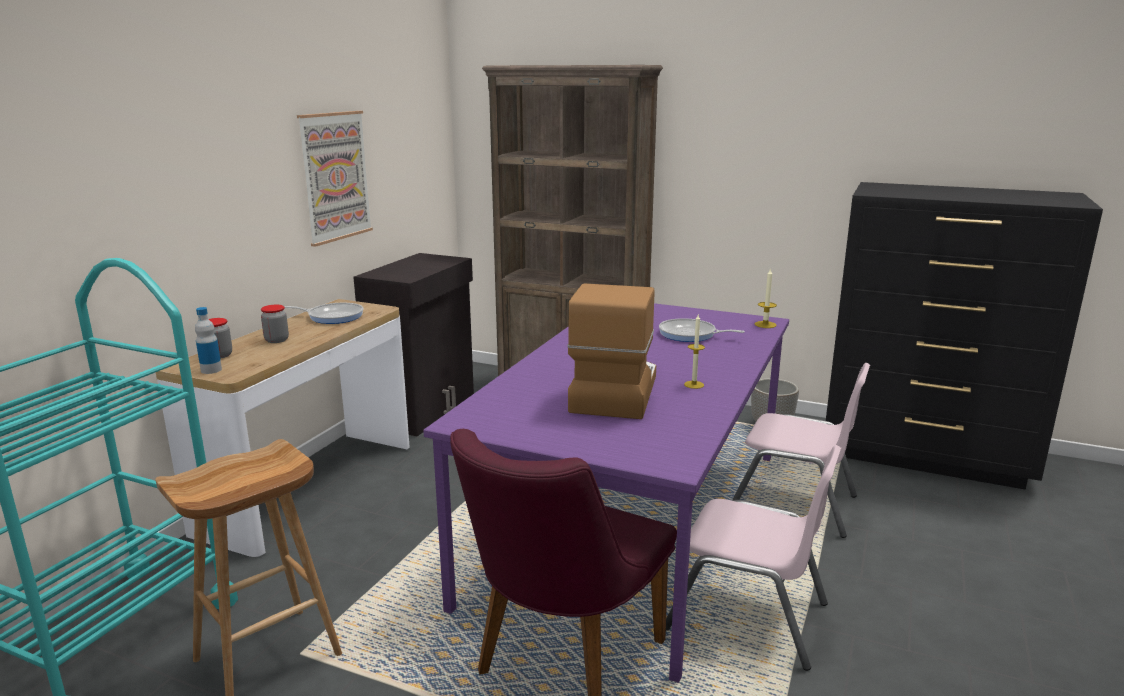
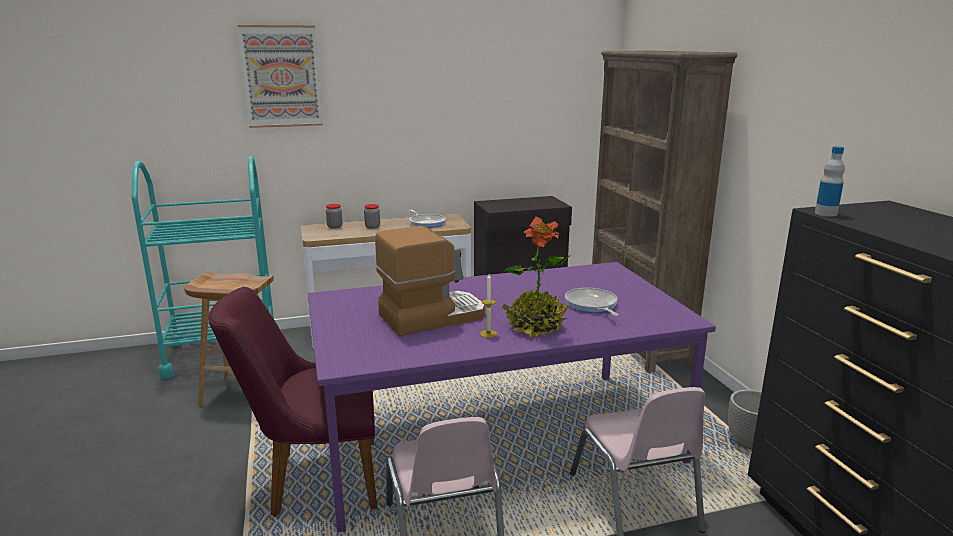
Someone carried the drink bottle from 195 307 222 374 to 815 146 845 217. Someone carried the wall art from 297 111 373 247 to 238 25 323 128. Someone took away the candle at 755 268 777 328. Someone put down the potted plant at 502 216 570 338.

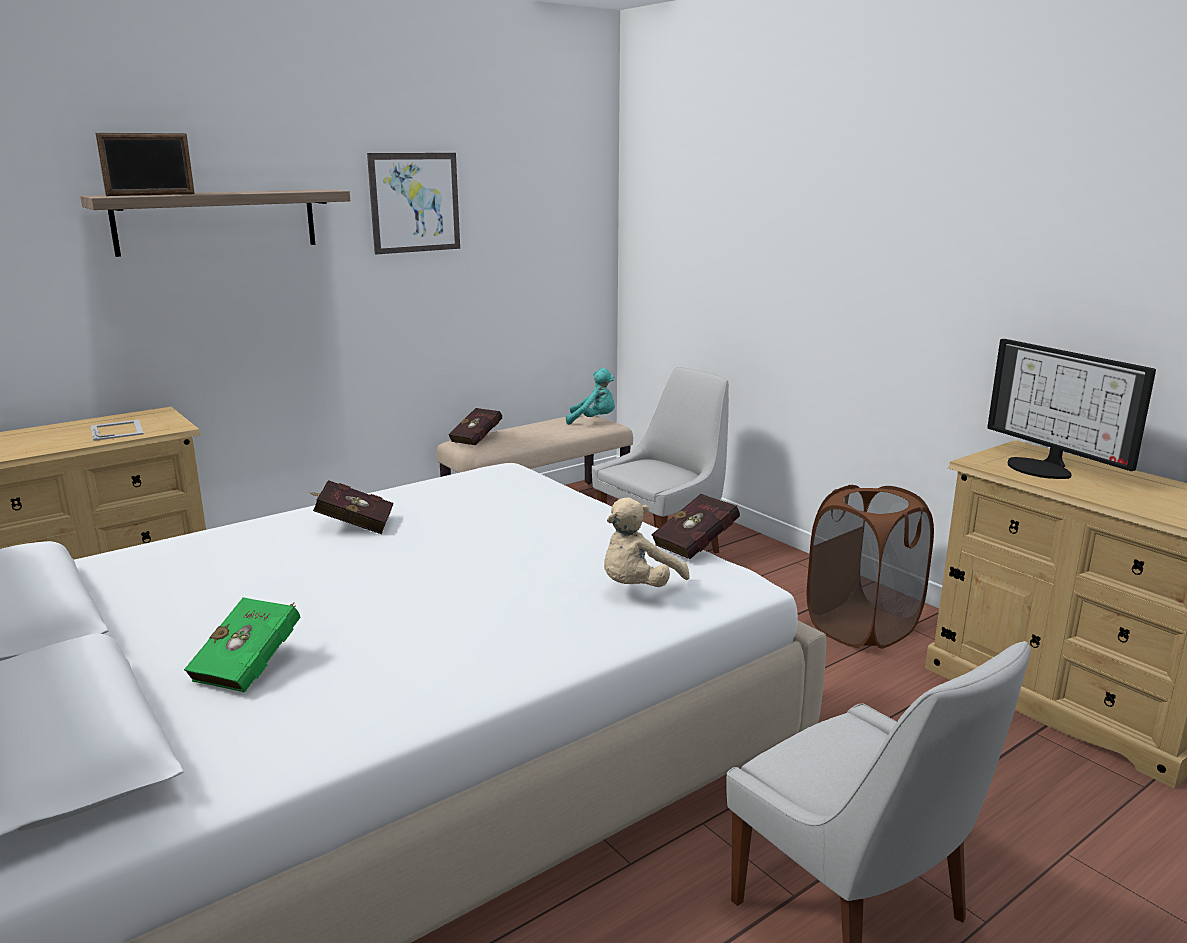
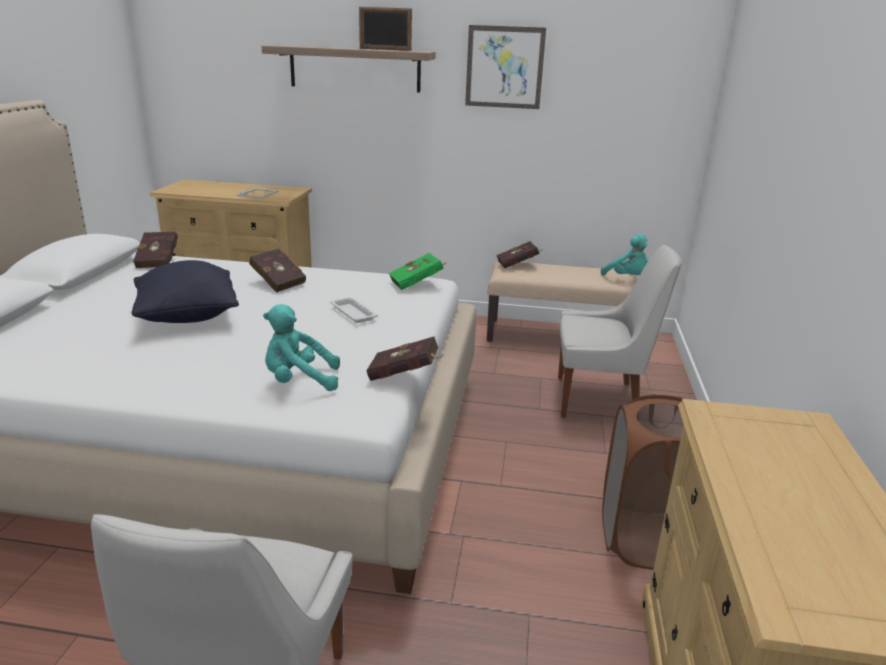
Someone carried the standing frame from 95 133 195 196 to 359 7 412 51. Someone carried the volume in green from 184 597 301 692 to 388 253 447 290. Someone repainted the plush toy in beige-coloured at 604 497 690 587, which became the plush toy in blue-green at 263 304 340 391. Someone took away the computer screen at 987 339 1156 479. Someone put down the pillow in black at 131 260 239 323. Someone put down the volume in red-coloured at 133 232 178 268. Someone put down the serving tray in white-coloured at 330 297 378 323.

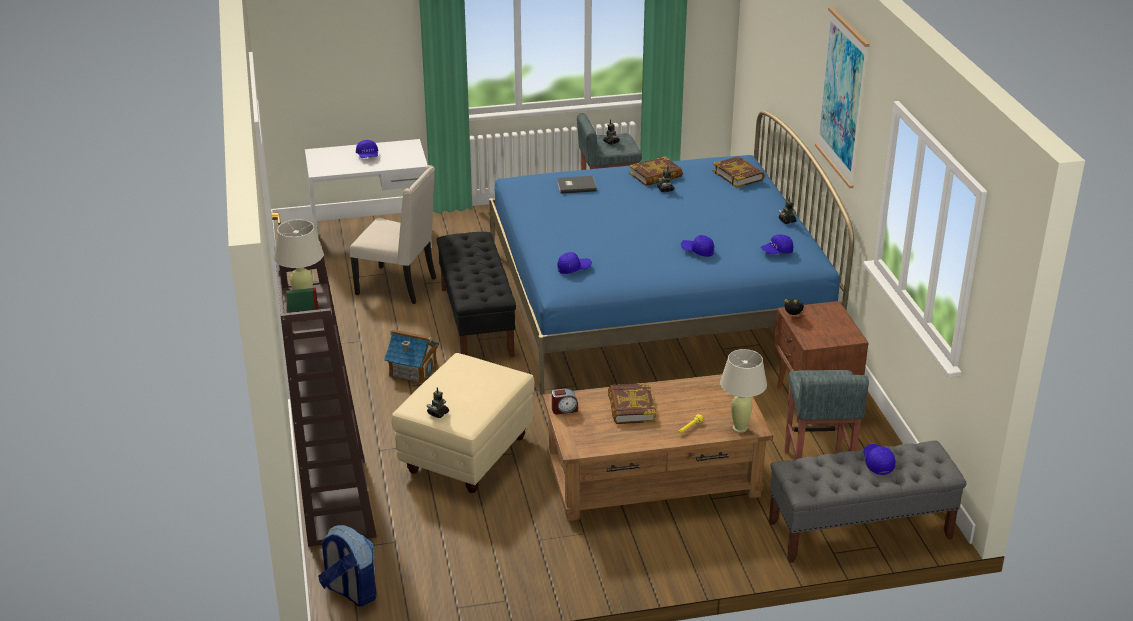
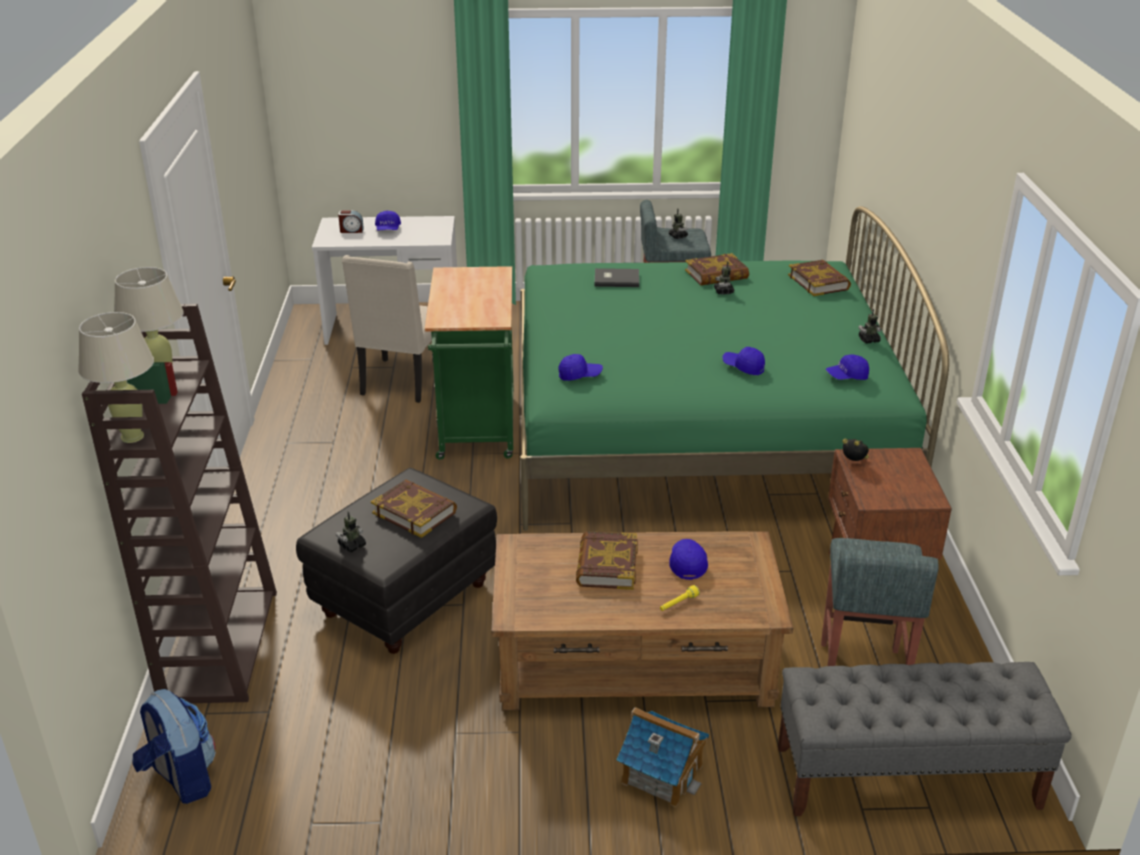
Someone rotated the chair in beige-coloured at 349 165 436 304 by 75 degrees clockwise. Someone carried the model house from 384 329 439 384 to 616 707 709 807. Someone repainted the footrest in beige-coloured at 391 353 535 493, which became the footrest in black at 296 468 497 654. Someone swapped the bench in black at 437 232 516 357 for the trolley in green at 425 266 514 460. Someone repainted the bed in blue-coloured at 489 110 854 395, which became the bed in green at 520 206 949 531. Someone carried the table clock from 552 389 578 415 to 338 210 364 233. Someone carried the tabletop lamp in beige-coloured from 720 349 767 433 to 78 312 154 443. Someone took away the wall art at 815 7 870 189. Someone carried the peaked cap in blue-coloured from 863 444 895 475 to 670 539 708 580. Someone put down the volume at 371 480 457 538.

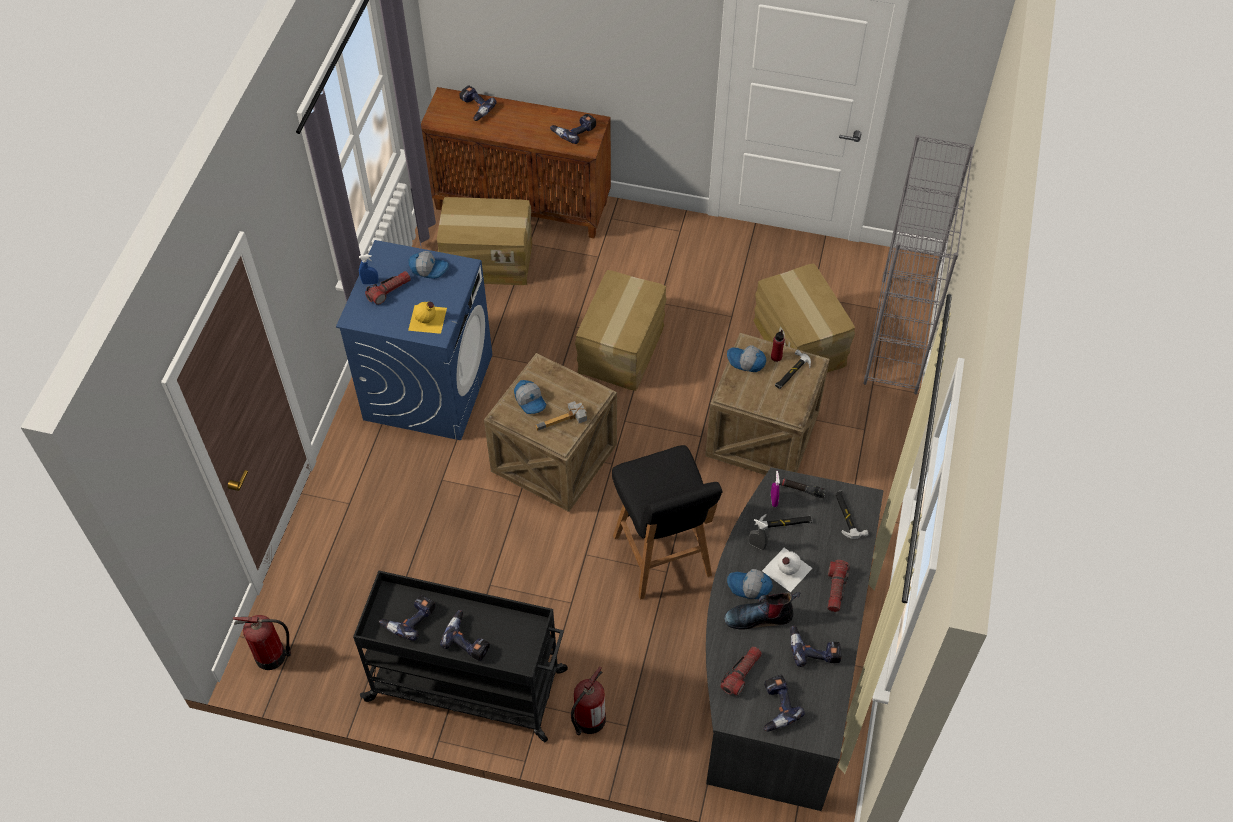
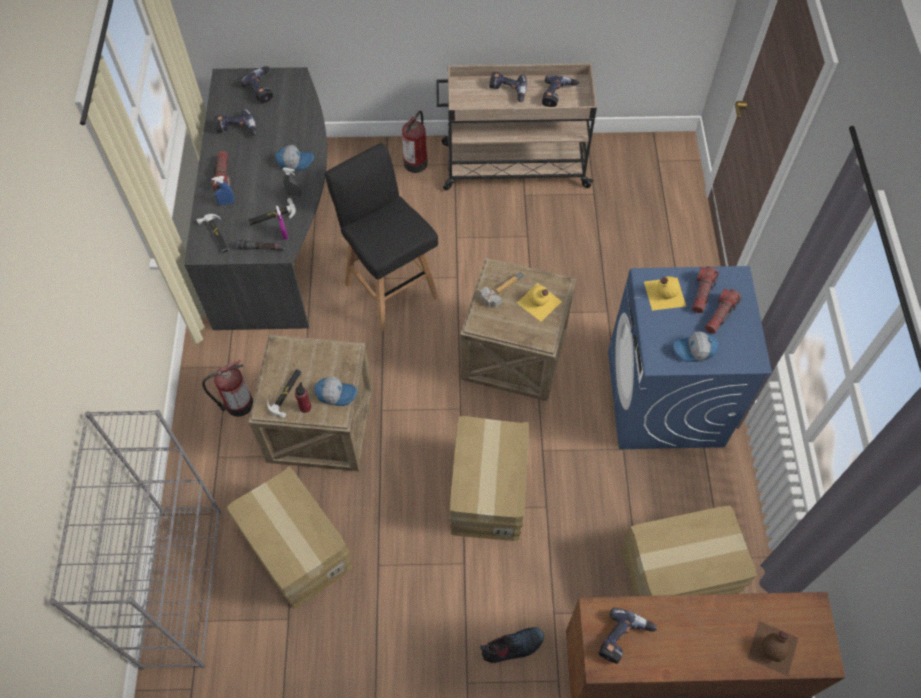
Someone carried the fire extinguisher from 233 615 291 670 to 202 360 253 417. Someone repainted the trolley in black at 353 571 568 742, which became the trolley in beige-coloured at 436 63 597 190. Someone carried the spray bottle in blue-coloured from 359 255 378 284 to 212 176 235 206. Someone swapped the drill at 459 85 497 121 for the drink bottle in brown at 747 621 799 676. Someone swapped the peaked cap at 514 380 547 414 for the drink bottle in yellow-coloured at 517 283 562 321. Someone carried the hand torch from 720 646 762 696 to 692 266 719 313. Someone carried the boot from 724 592 800 630 to 480 627 544 663. Someone took away the drink bottle in white-coloured at 762 548 812 592.

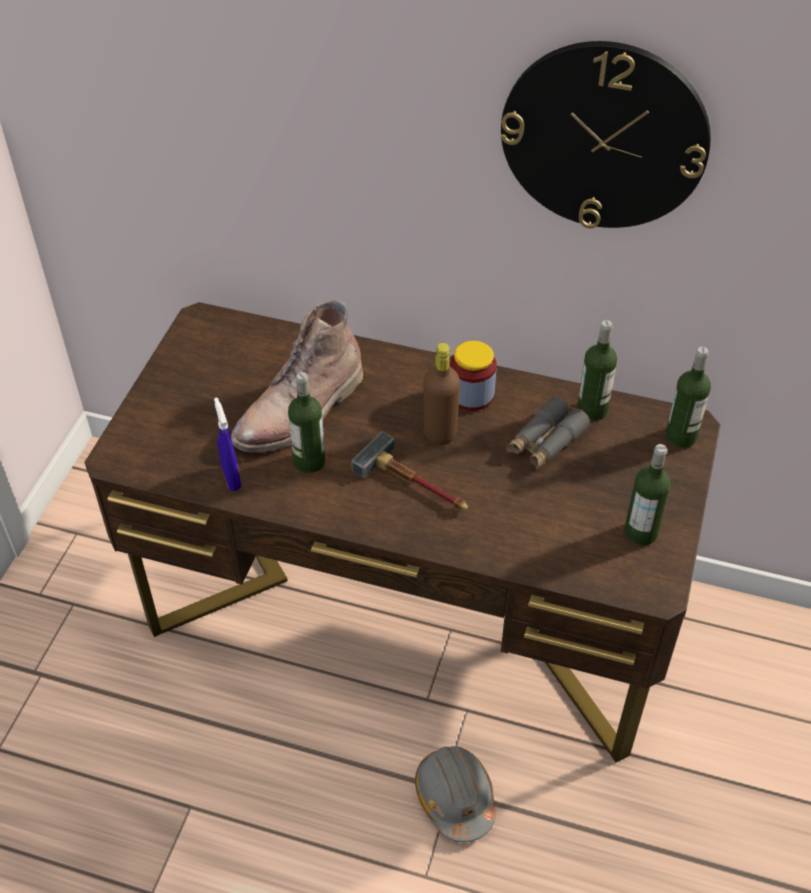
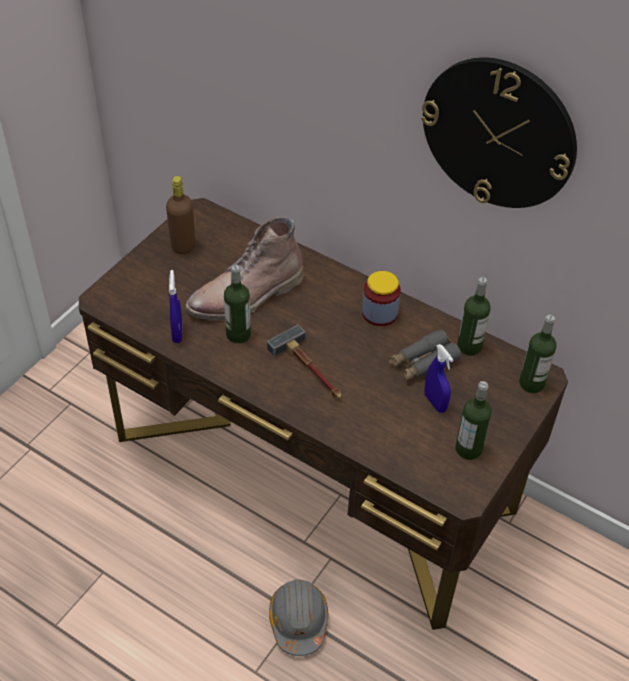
Someone carried the drink bottle in brown from 424 343 460 445 to 166 176 195 254. Someone put down the spray bottle in blue-coloured at 425 344 453 413.

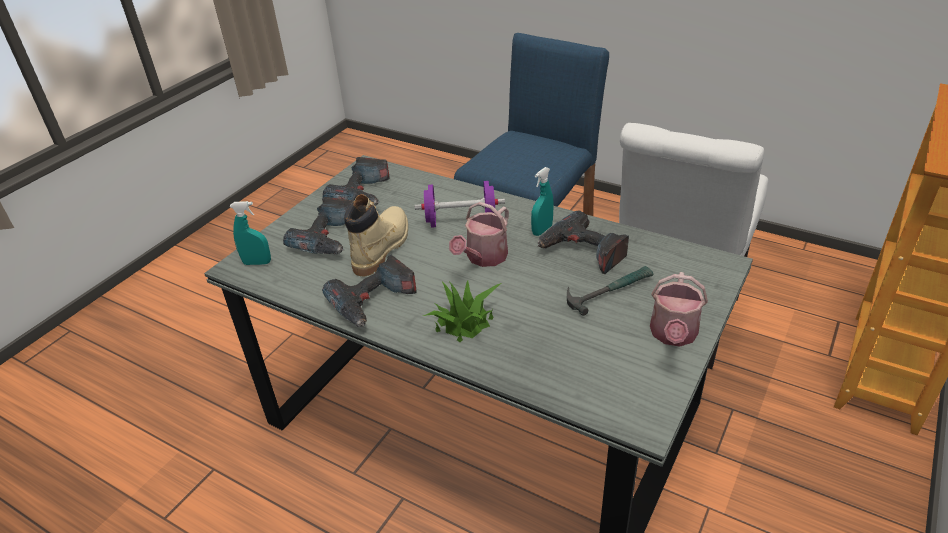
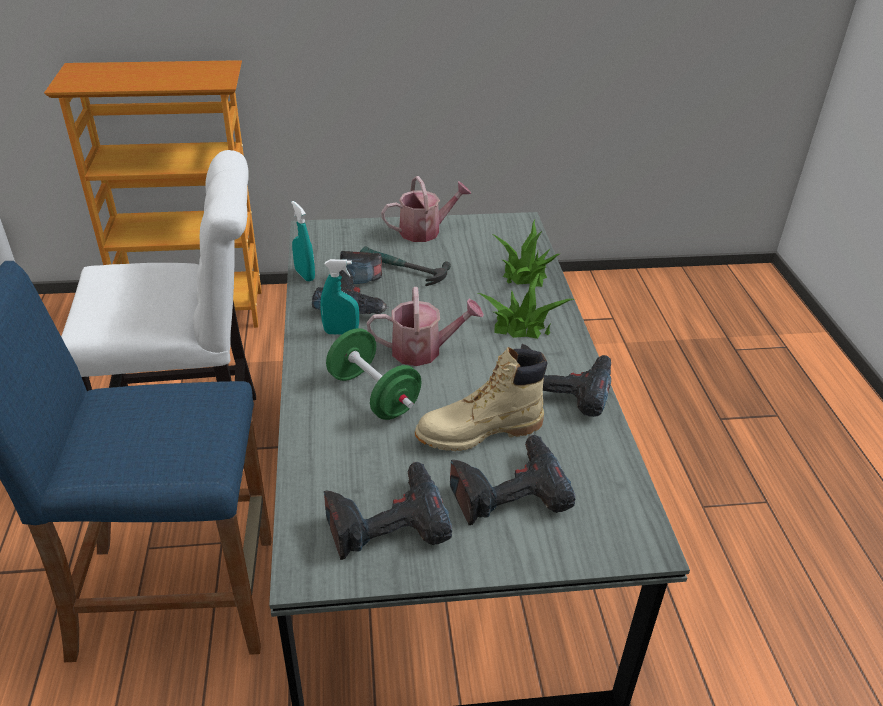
Someone carried the spray bottle in blue-green from 230 201 271 265 to 291 201 315 282. Someone repainted the dumbbell in purplish at 415 181 505 228, which became the dumbbell in green at 326 328 422 420. Someone put down the potted plant at 492 220 560 287.

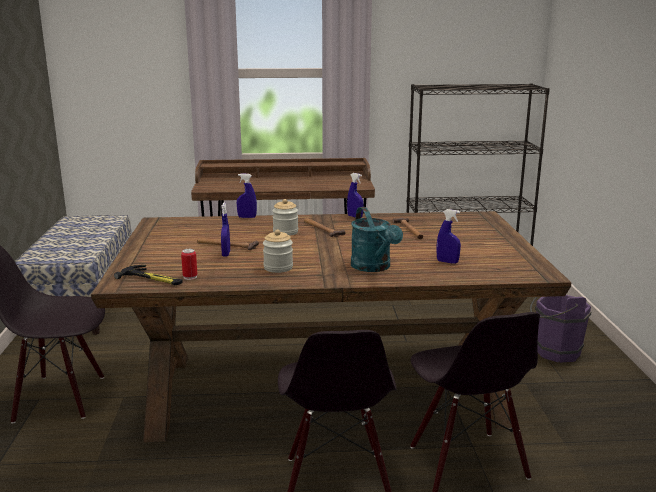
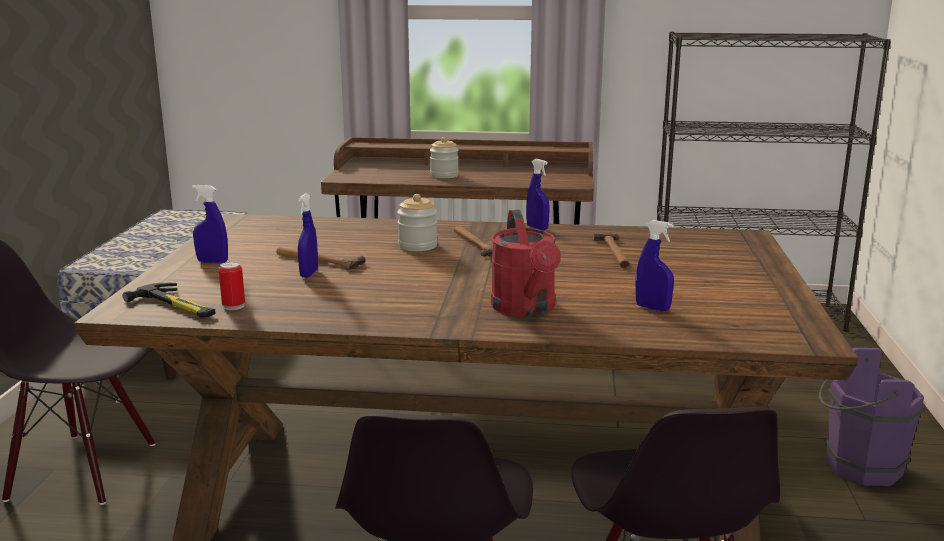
Someone carried the spray bottle in blue-coloured from 237 174 257 218 to 192 185 228 263. Someone carried the storage jar from 263 230 293 273 to 430 137 459 178. Someone repainted the watering can in blue-green at 351 207 403 272, which became the watering can in red-coloured at 491 210 561 317.

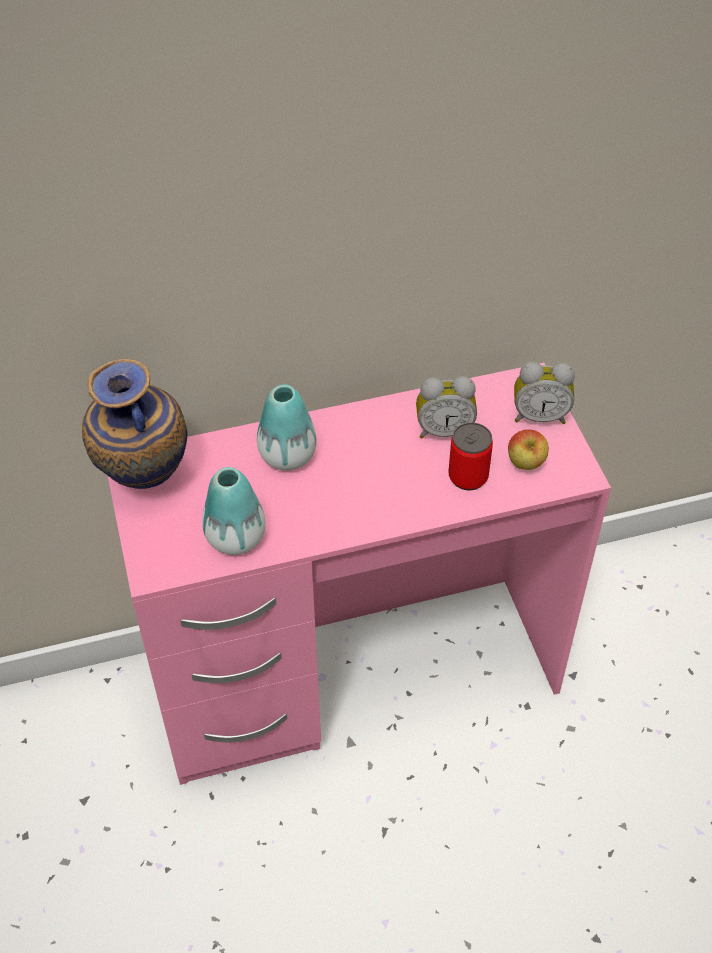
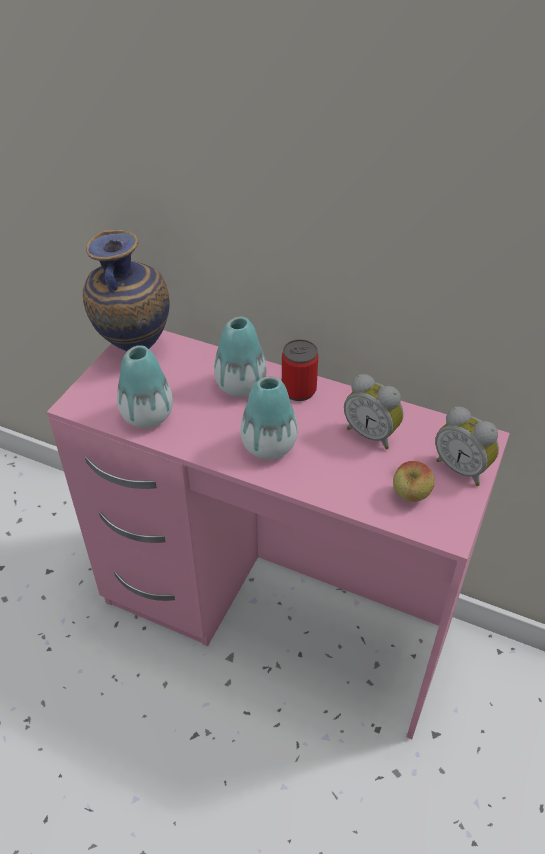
Someone carried the sealed can from 448 423 493 490 to 282 339 318 401. Someone put down the vase at 240 376 298 460.

